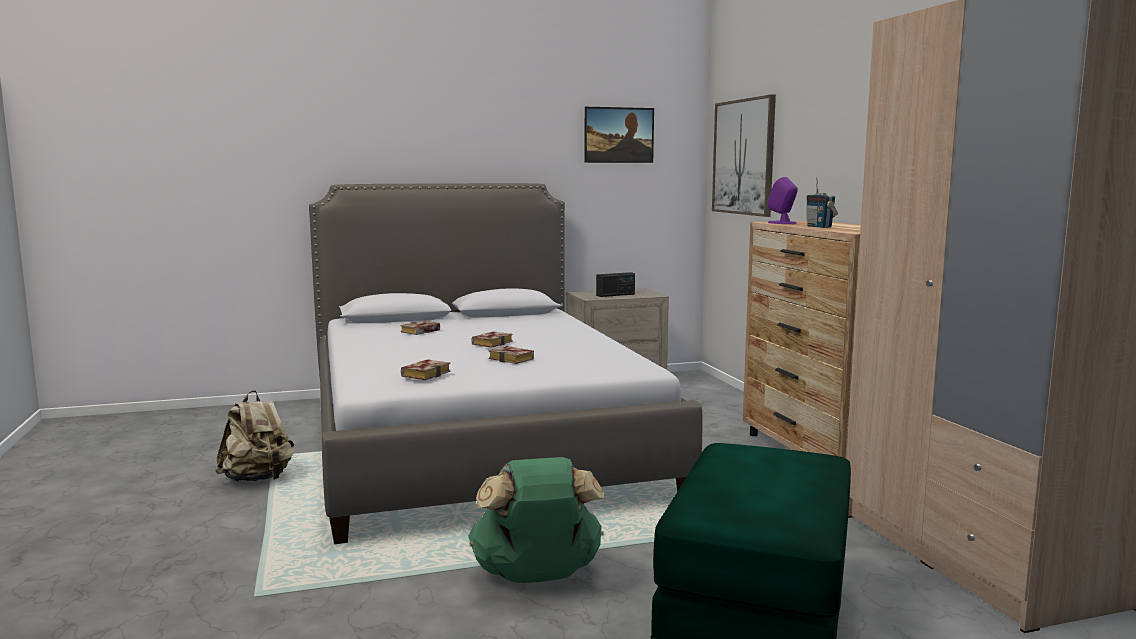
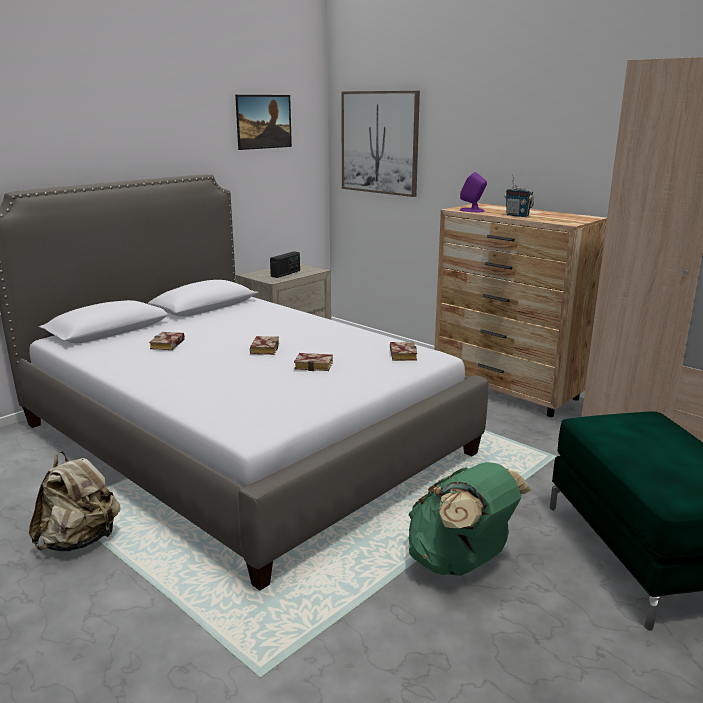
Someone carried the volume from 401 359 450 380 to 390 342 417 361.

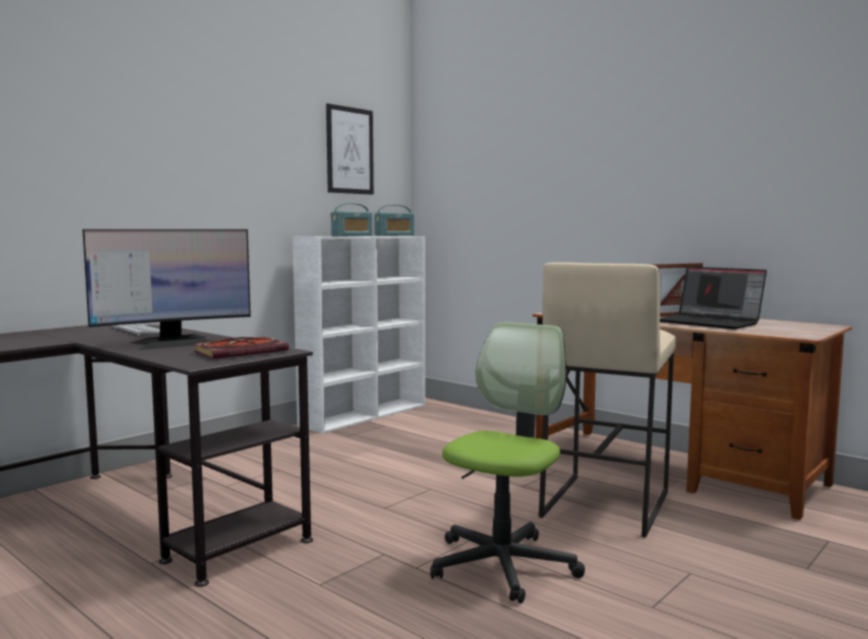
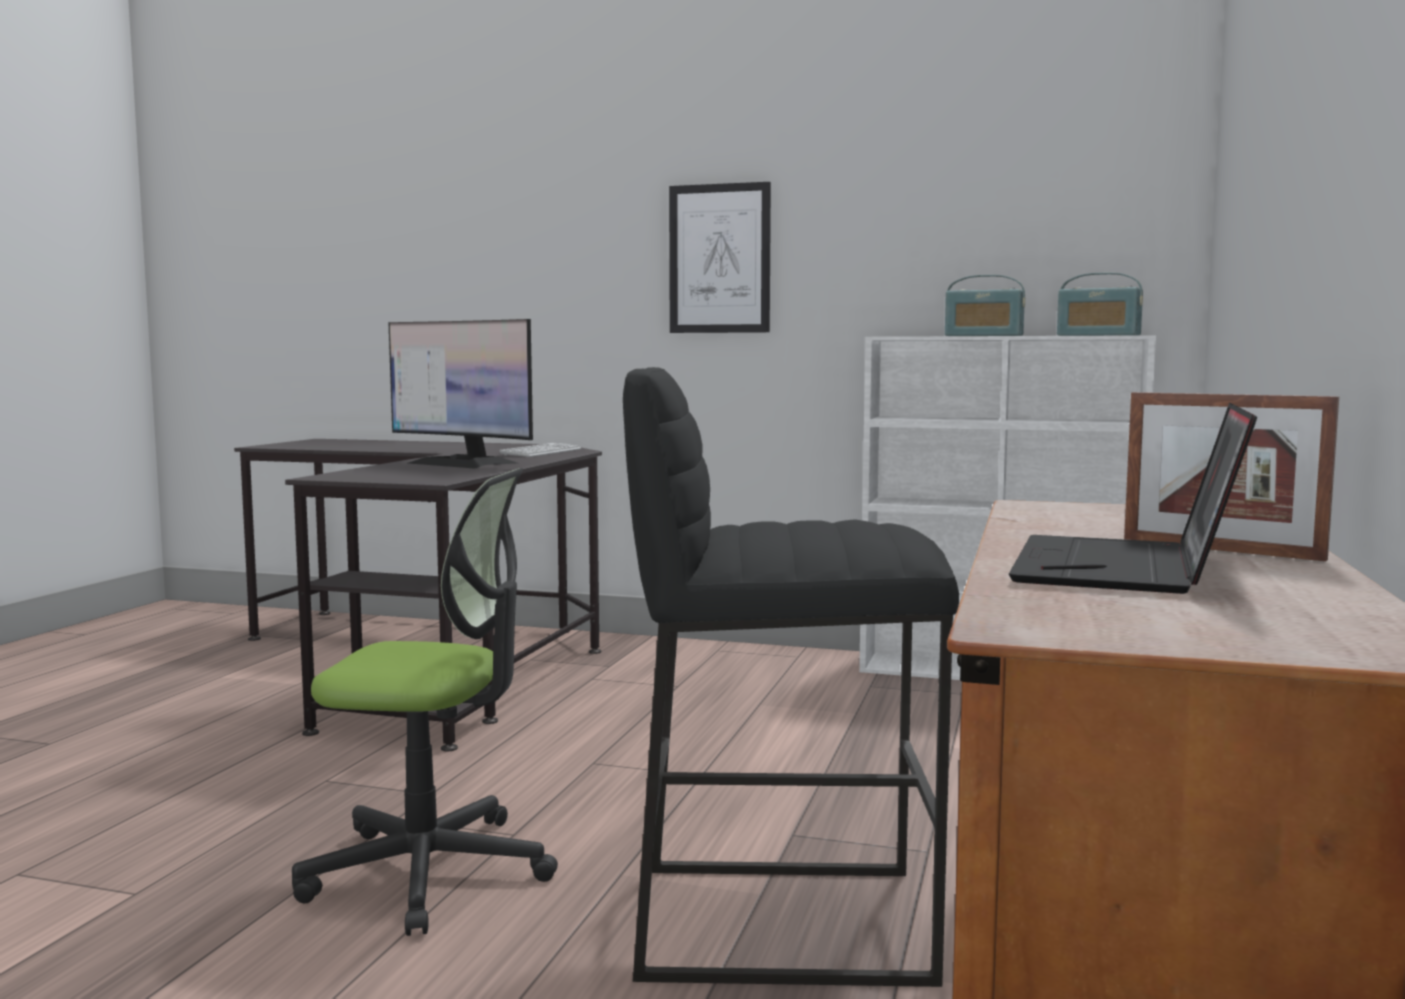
Someone took away the volume at 193 337 289 359. Someone carried the wall art from 326 103 374 195 to 669 182 771 333. Someone repainted the stool in beige-coloured at 539 262 676 538, which became the stool in black at 623 367 959 987.

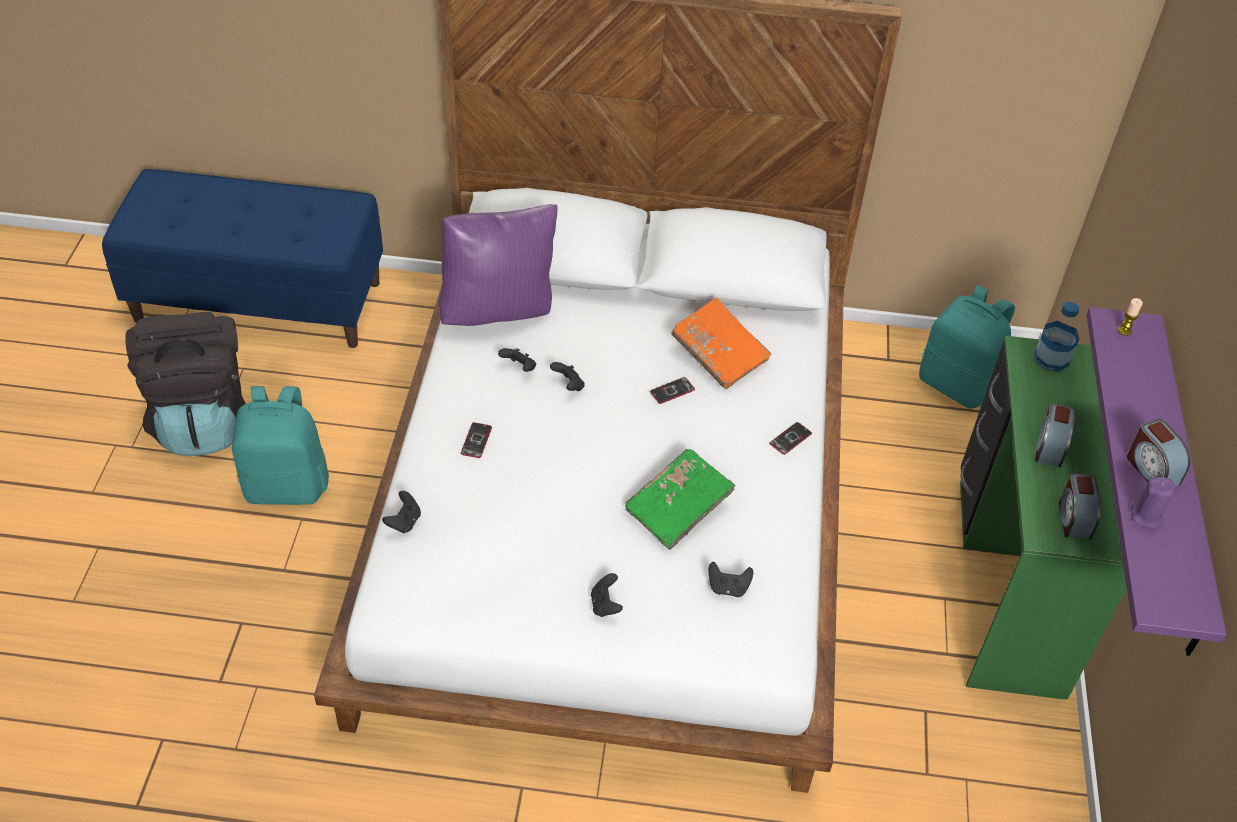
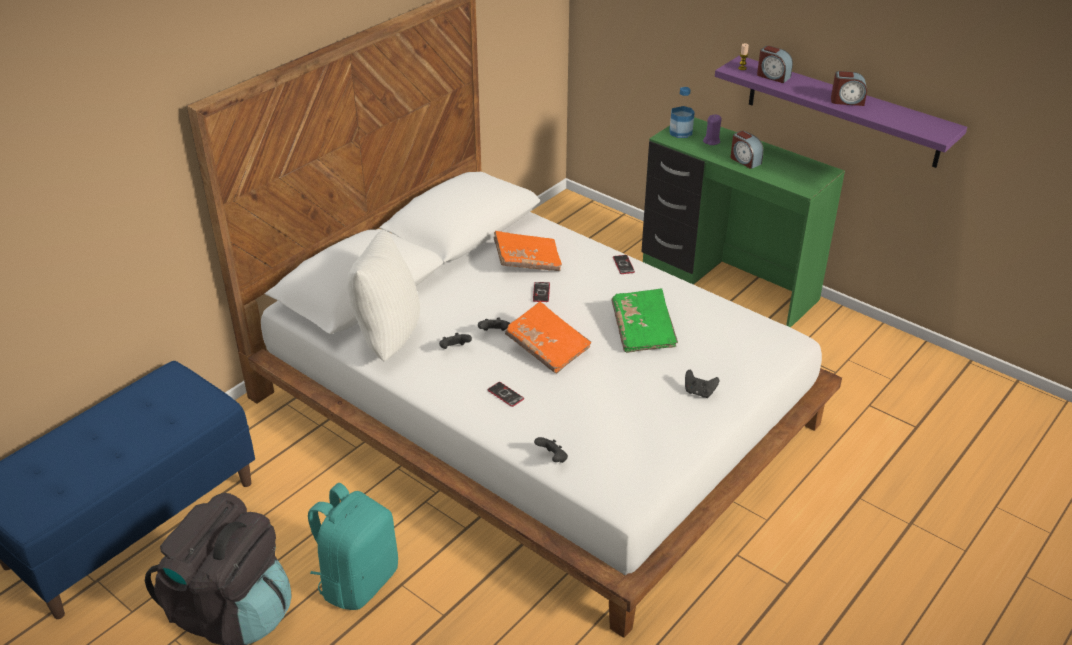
Someone repainted the pillow in purplish at 439 204 557 326, which became the pillow in white-coloured at 347 230 420 361. Someone took away the gamepad in black at 709 562 753 597. Someone took away the backpack in blue-green at 919 285 1015 409. Someone carried the table clock from 1059 474 1101 539 to 757 46 793 83. Someone carried the candle in purplish from 1130 477 1175 528 to 703 114 722 145. Someone put down the volume in orange at 505 302 591 374.

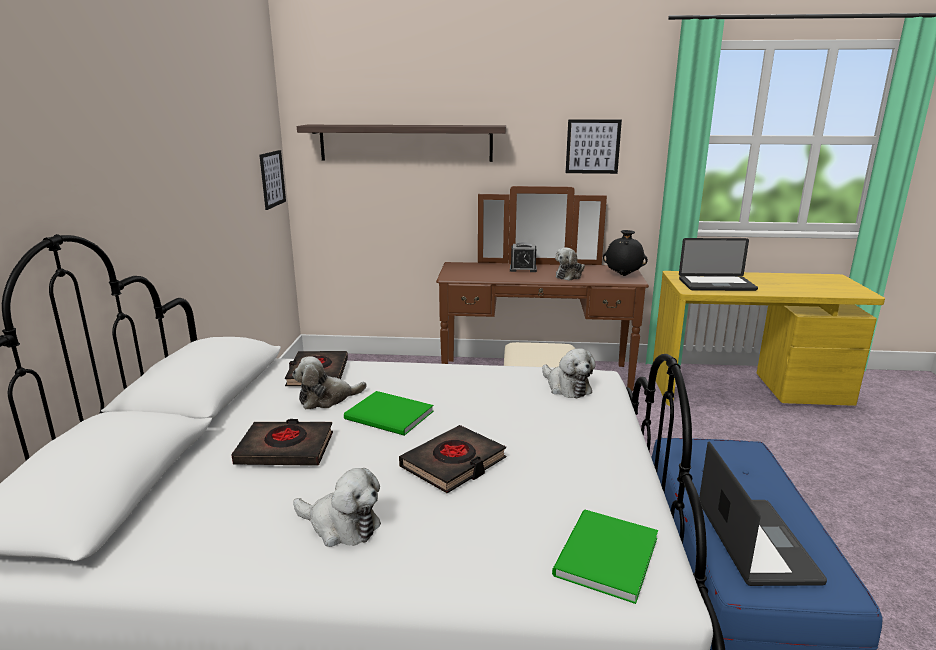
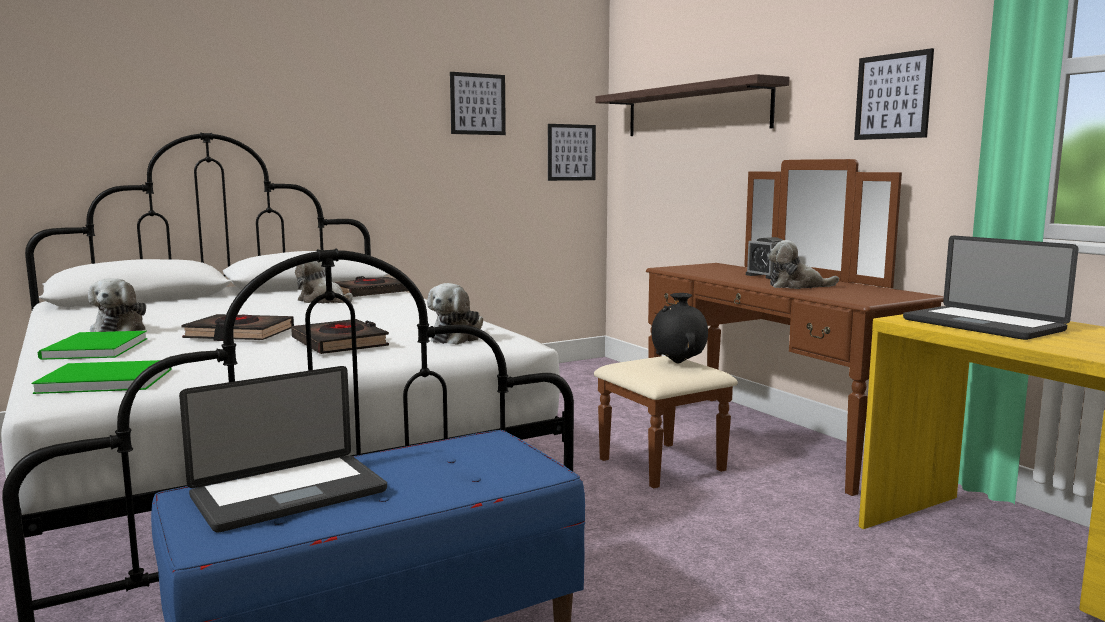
Someone carried the volume in black from 231 419 333 466 to 291 319 389 354. Someone carried the volume in green from 344 391 434 436 to 38 331 147 360. Someone carried the vase in black from 603 230 648 276 to 651 293 708 363. Someone put up the wall art at 450 72 506 135.

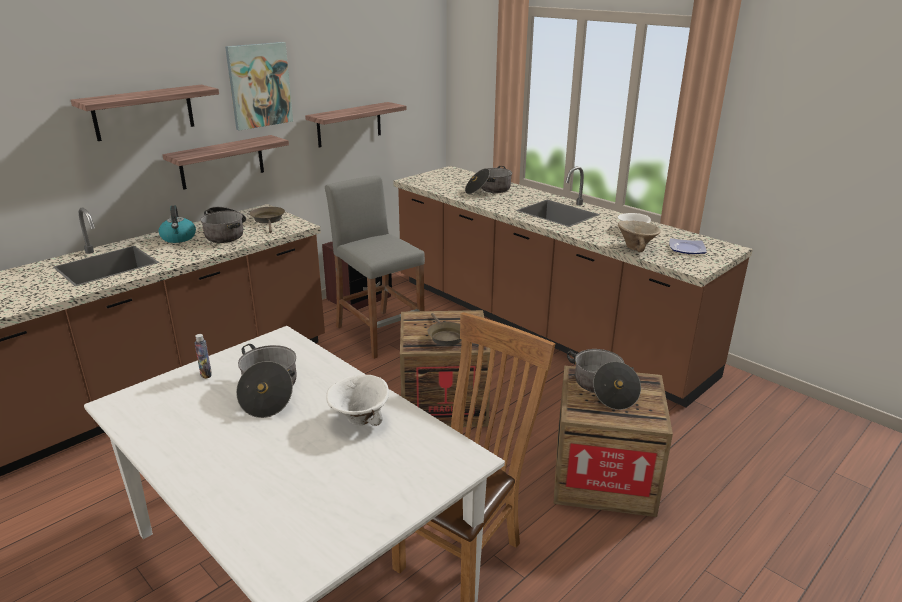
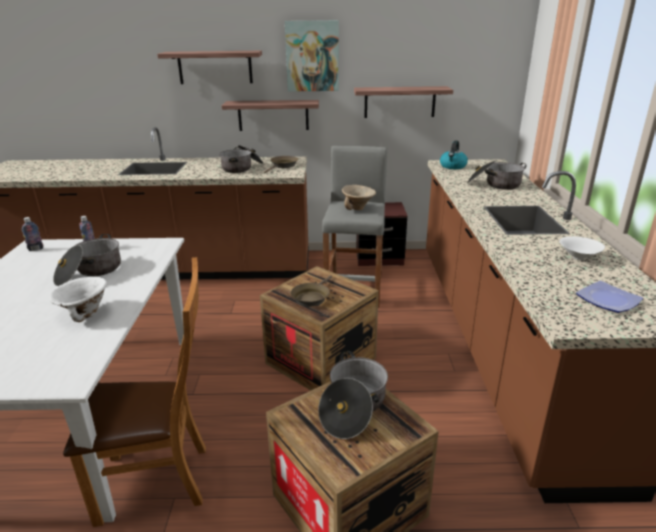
Someone carried the kettle from 159 206 196 243 to 440 140 468 169. Someone carried the bowl in beige-coloured from 618 221 661 252 to 342 185 376 210. Someone put down the drink bottle at 22 217 43 251.

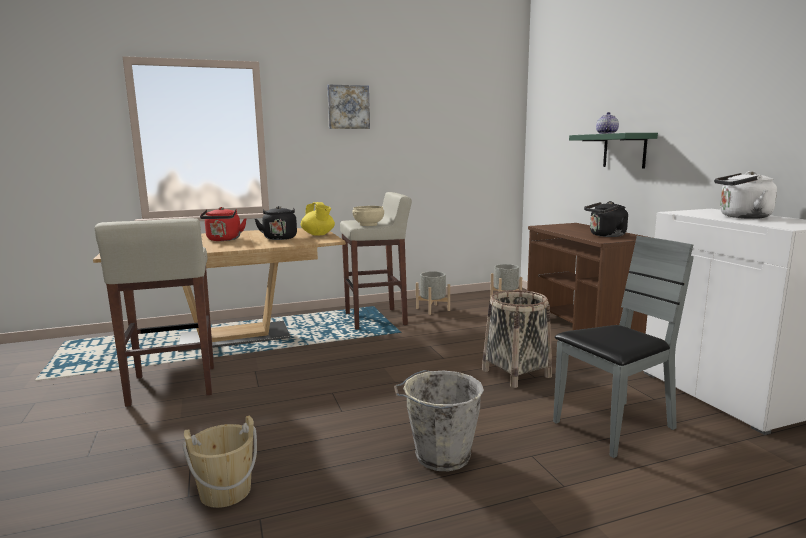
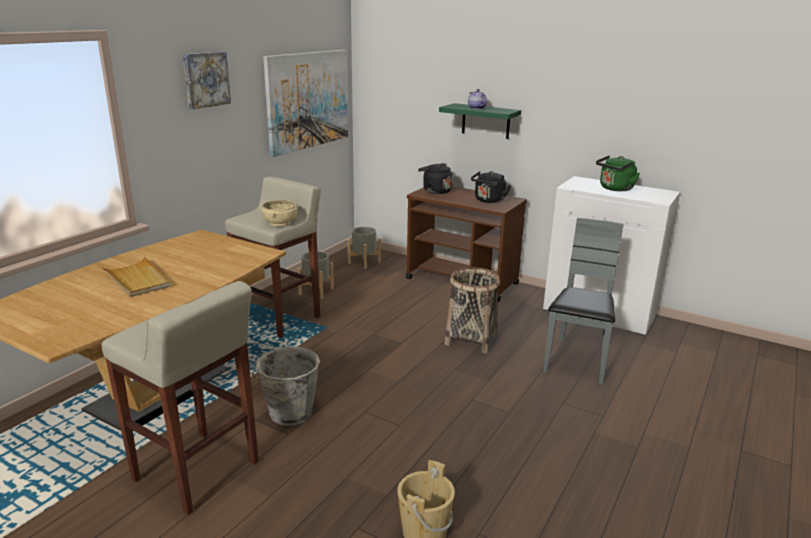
Someone swapped the kettle in red-coloured at 200 207 247 241 for the serving tray in beige-coloured at 101 256 170 297. Someone carried the kettle in black from 255 206 297 240 to 418 163 453 194. Someone took away the pot for tea in yellow-coloured at 301 202 335 235. Someone carried the water bucket in gray from 394 370 484 471 to 252 347 320 426. Someone repainted the kettle in white-coloured at 714 171 777 219, which became the kettle in green at 596 155 640 191. Someone put up the wall art at 263 50 348 157.

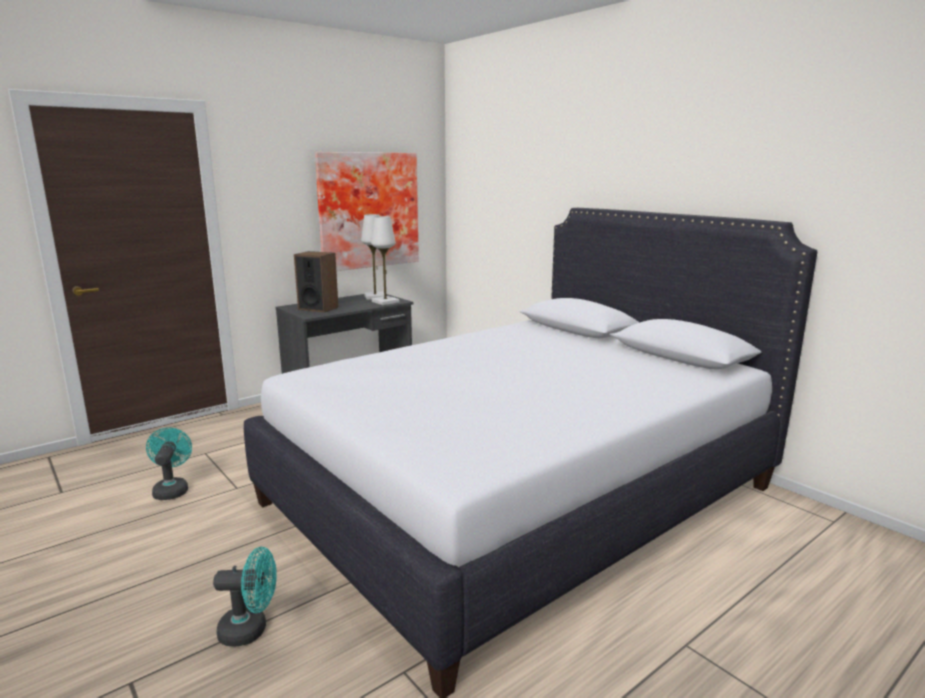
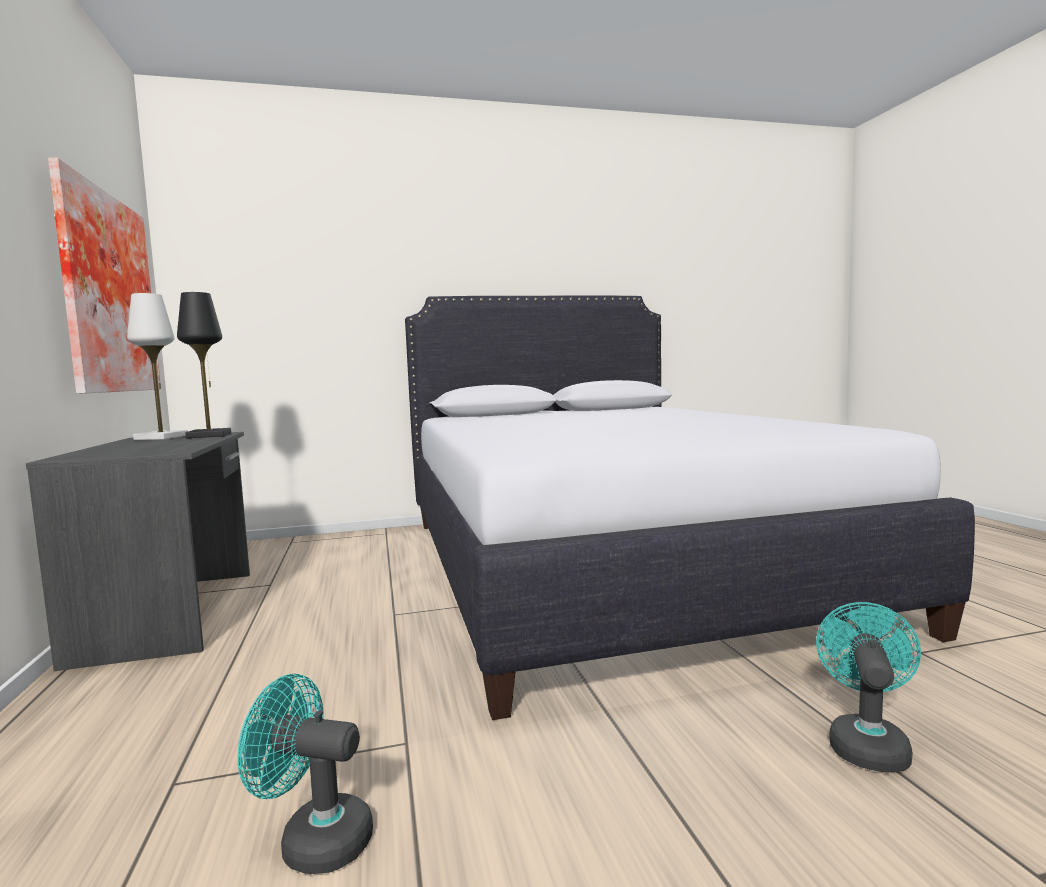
Someone took away the loudspeaker at 294 251 339 313. Someone repainted the tabletop lamp in white-coloured at 371 216 399 305, which became the tabletop lamp in black at 177 292 231 438.

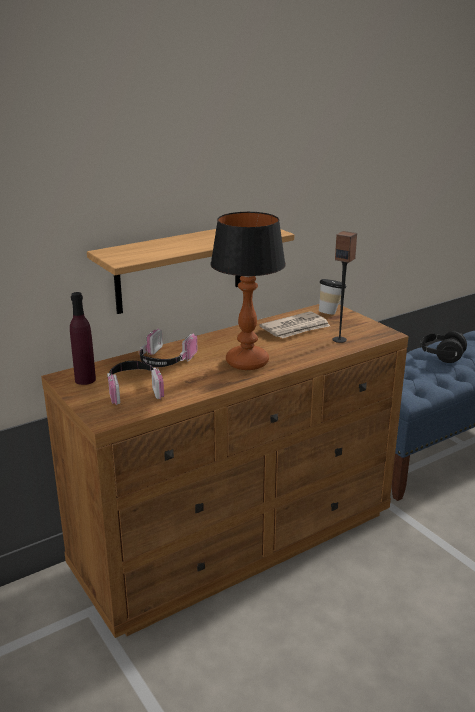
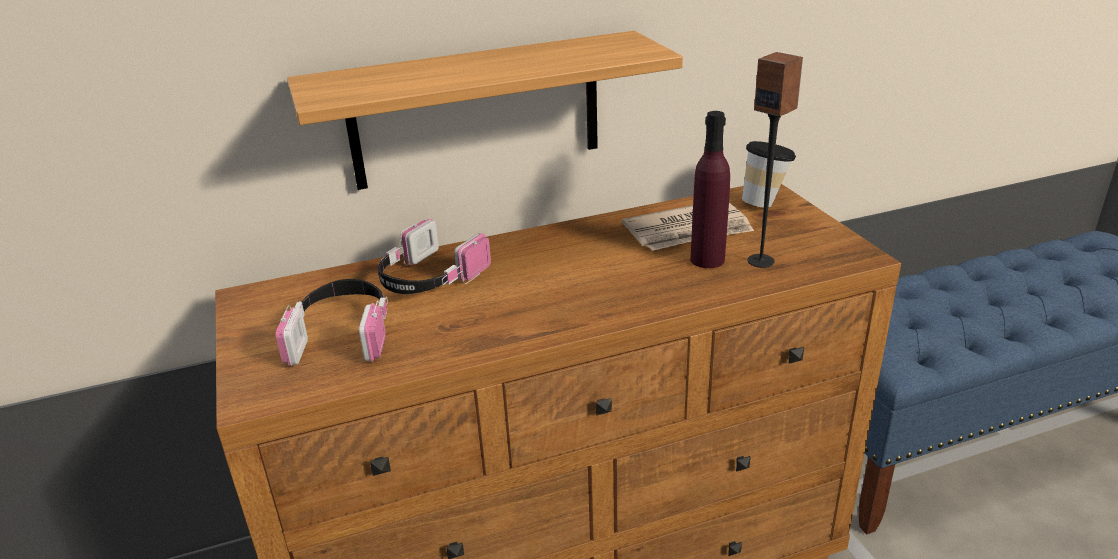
Someone carried the drink bottle in purplish from 70 292 96 385 to 690 111 730 268. Someone took away the tabletop lamp at 211 212 286 370. Someone took away the headphones in black at 420 331 467 363.

